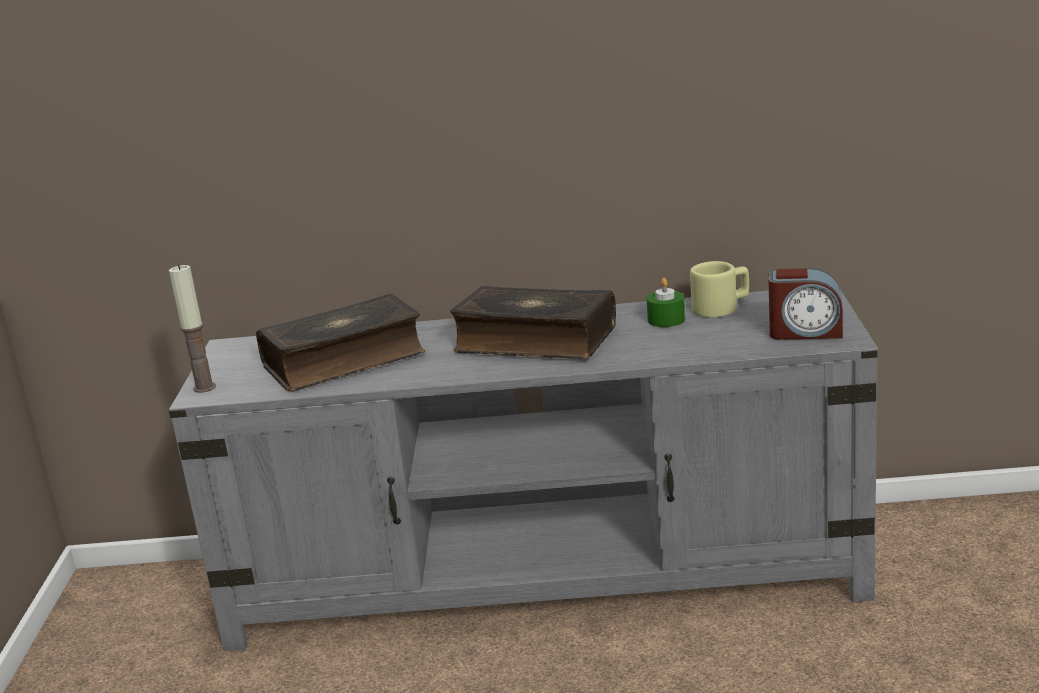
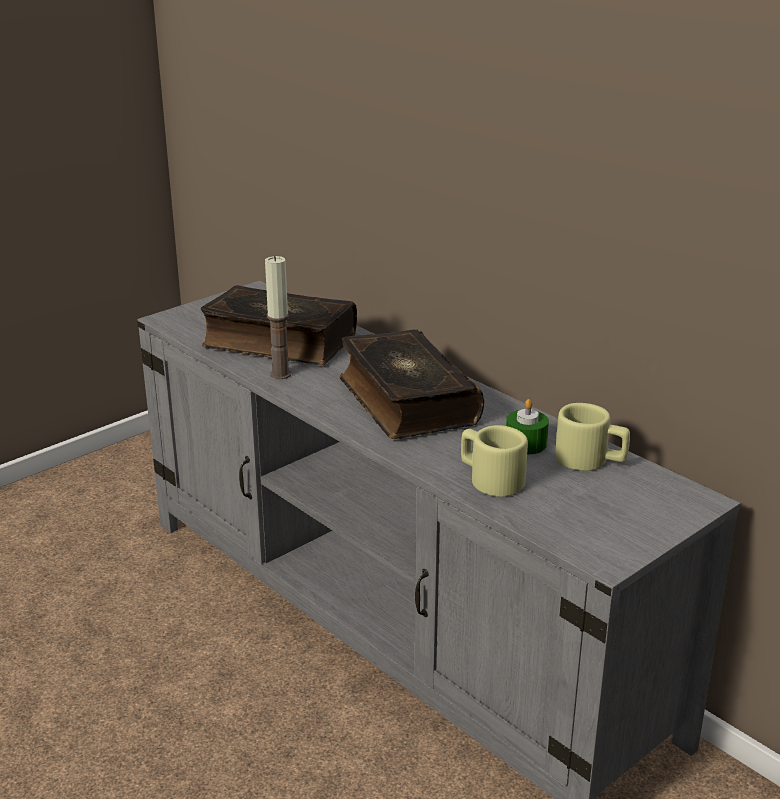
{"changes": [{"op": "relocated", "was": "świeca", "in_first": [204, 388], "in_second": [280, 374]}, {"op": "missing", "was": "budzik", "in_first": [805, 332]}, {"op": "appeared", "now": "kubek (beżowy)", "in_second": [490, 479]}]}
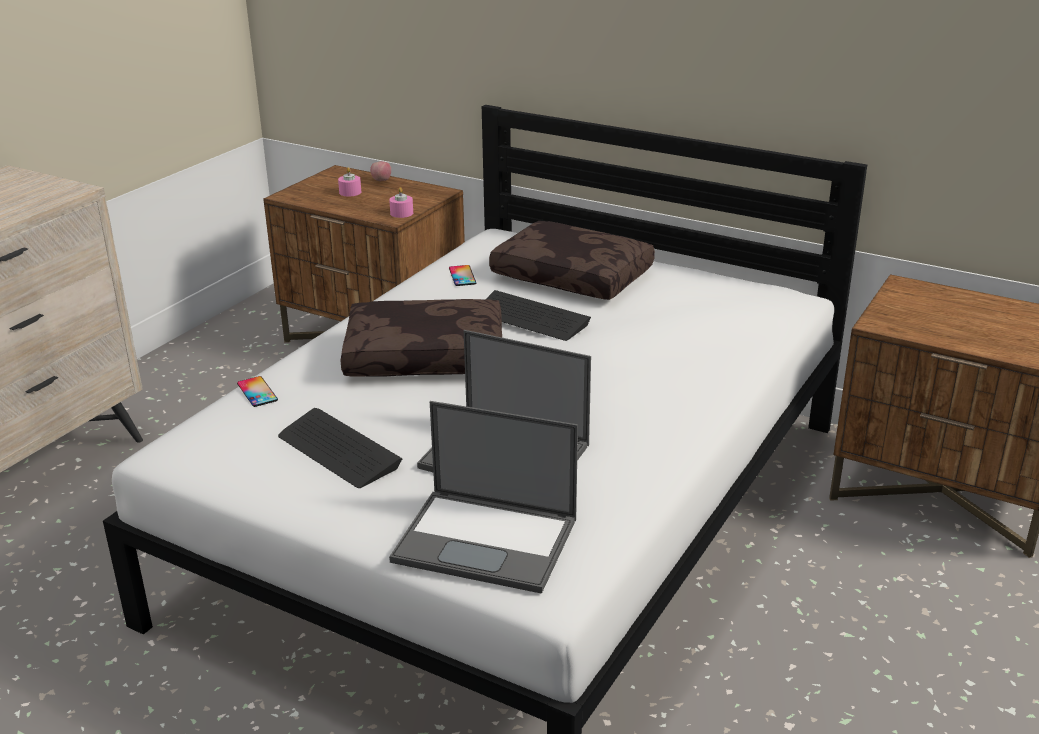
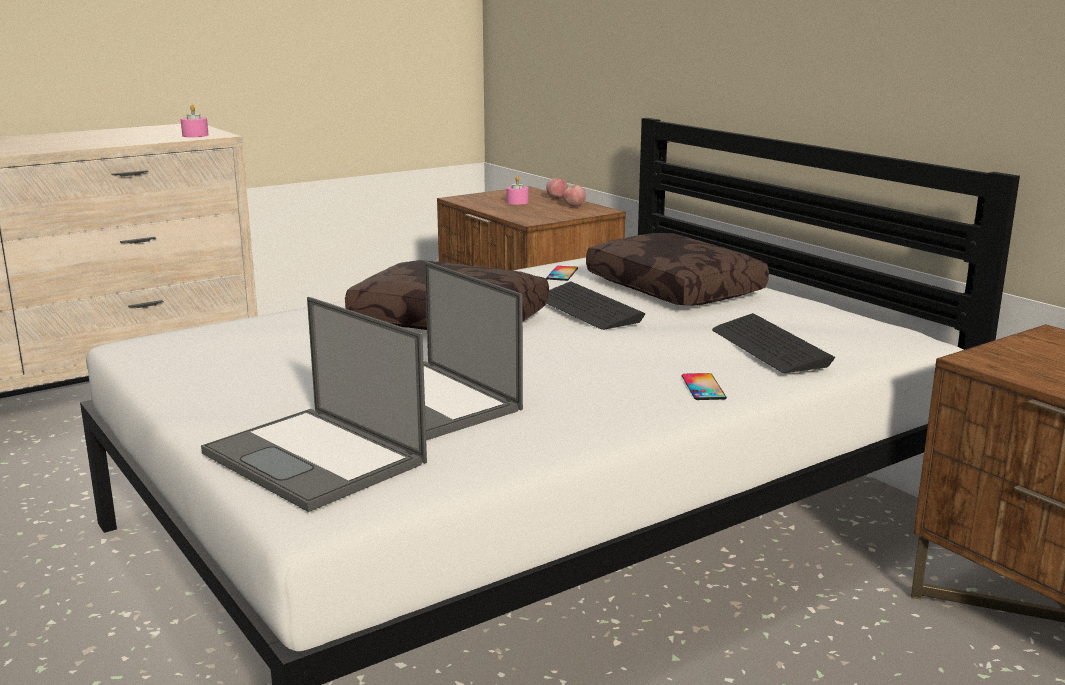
{"changes": [{"op": "relocated", "was": "świeca (różowy)", "in_first": [401, 213], "in_second": [195, 135]}, {"op": "relocated", "was": "telefon", "in_first": [257, 392], "in_second": [703, 387]}, {"op": "relocated", "was": "klawiatura", "in_first": [338, 450], "in_second": [769, 347]}, {"op": "appeared", "now": "jabłko", "in_second": [573, 206]}]}
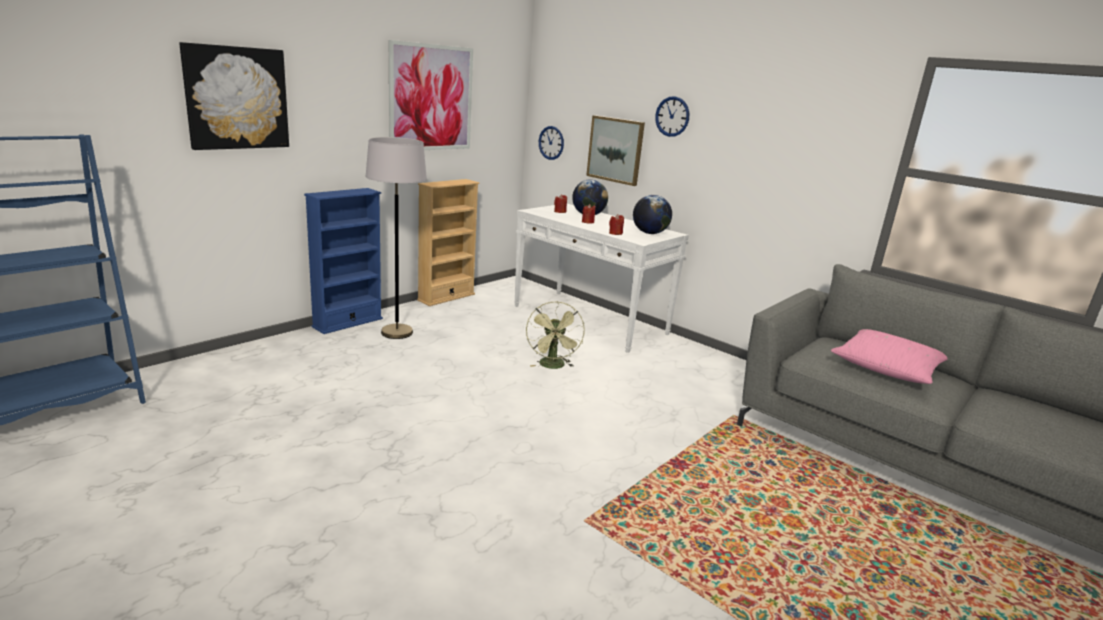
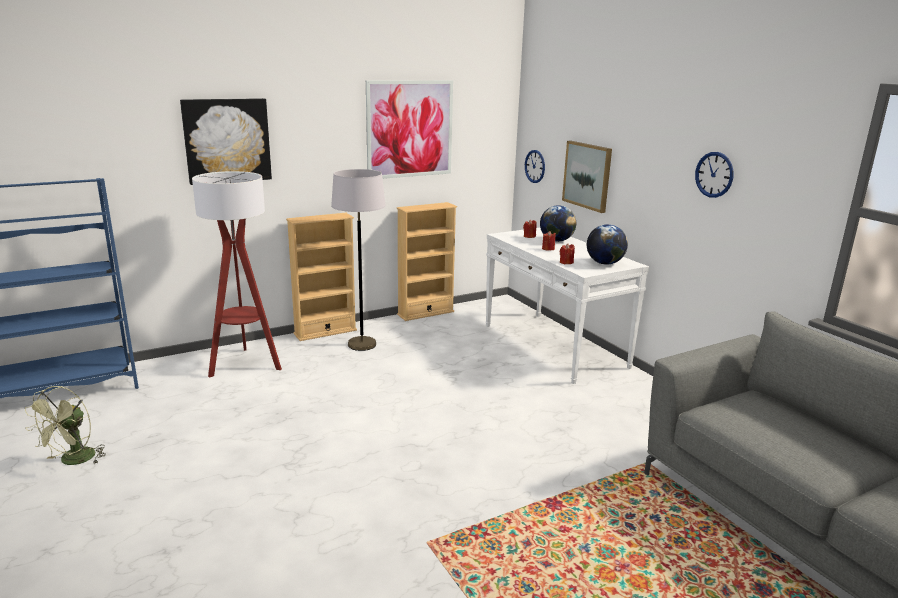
{"changes": [{"op": "relocated", "was": "zegar ścienny", "in_first": [672, 116], "in_second": [714, 174]}, {"op": "colour", "was": "regał (niebieski)", "now": "regał (beżowy)", "in_first": [347, 322], "in_second": [325, 332]}, {"op": "relocated", "was": "wentylator (zielony)", "in_first": [553, 366], "in_second": [73, 461]}, {"op": "missing", "was": "poduszka (różowy)", "in_first": [887, 368]}, {"op": "appeared", "now": "lampa stojąca", "in_second": [245, 364]}]}
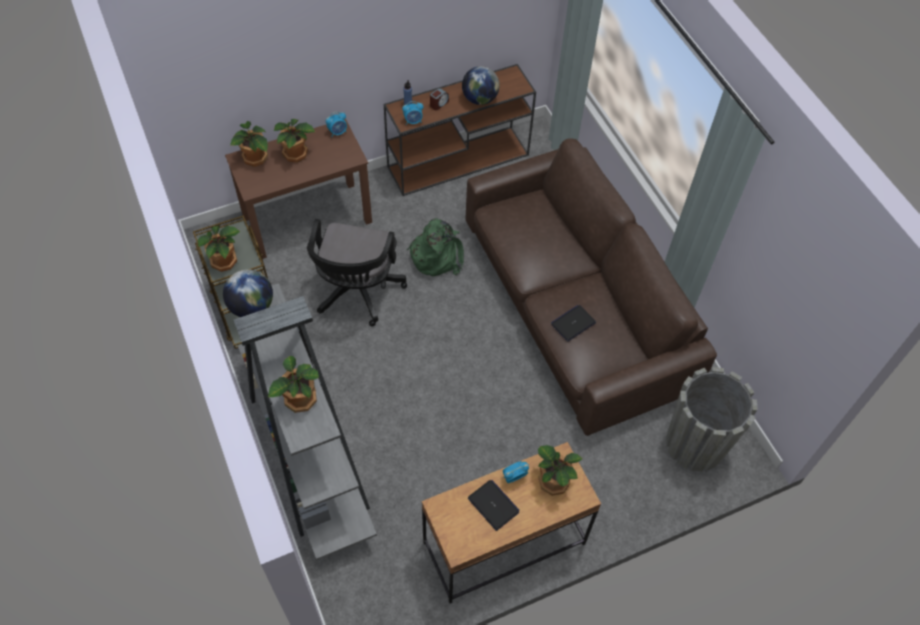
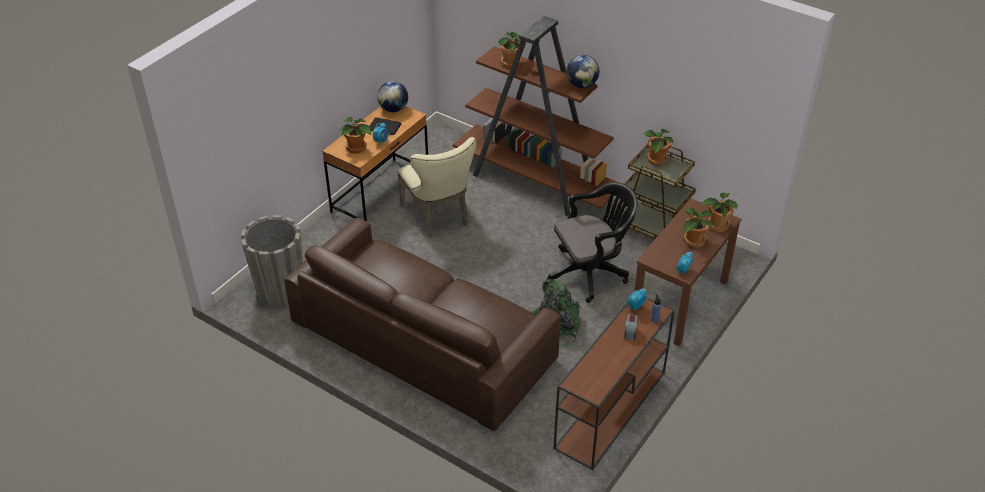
{"changes": [{"op": "relocated", "was": "globus", "in_first": [479, 99], "in_second": [393, 109]}, {"op": "spun", "was": "krzesło biurowe (czarny)", "in_first": [357, 293], "in_second": [591, 272], "clockwise": 90}, {"op": "colour", "was": "regał (szary)", "now": "regał (brązowy)", "in_first": [306, 449], "in_second": [535, 183]}, {"op": "missing", "was": "laptop", "in_first": [573, 323]}, {"op": "appeared", "now": "krzesło (beżowy)", "in_second": [438, 217]}]}
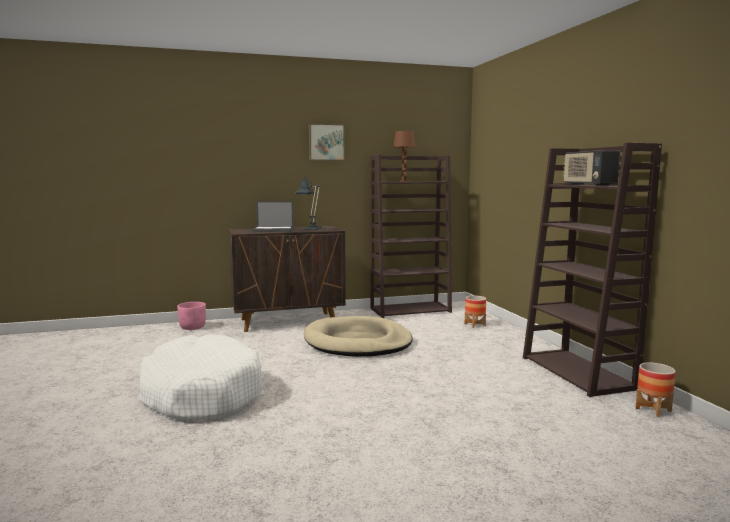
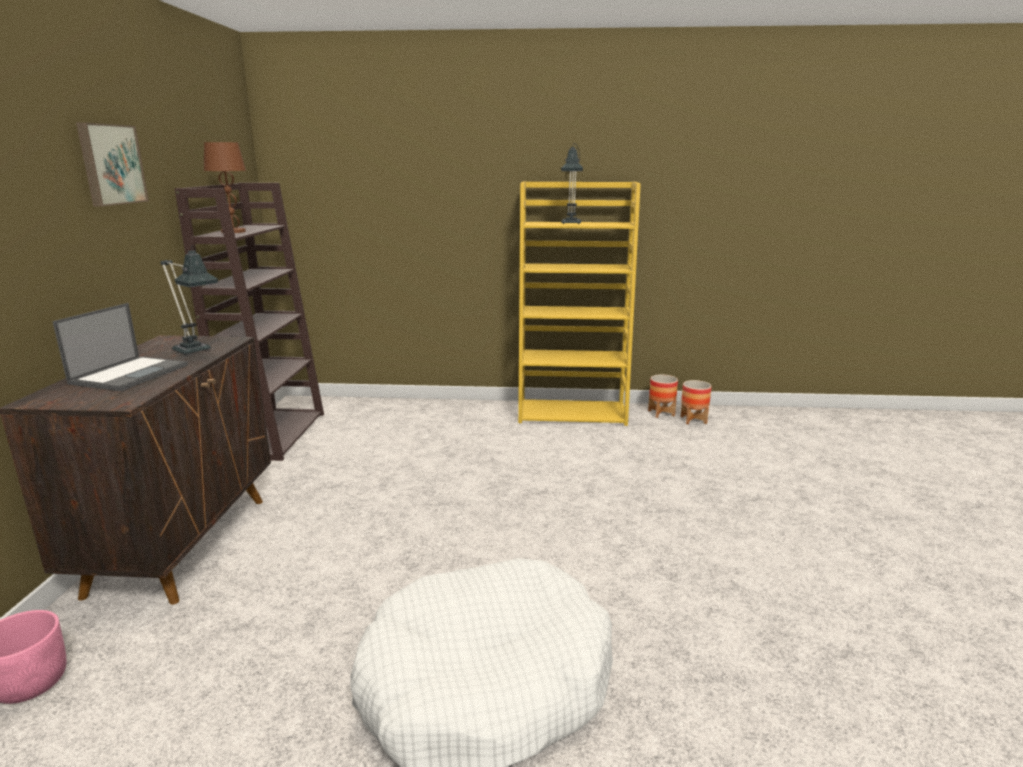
{"changes": [{"op": "colour", "was": "regał (brązowy)", "now": "regał (żółty)", "in_first": [578, 373], "in_second": [573, 413]}, {"op": "exchanged", "was": "radio", "now": "lampa stołowa", "in_first": [588, 185], "in_second": [571, 224]}, {"op": "relocated", "was": "donica", "in_first": [474, 325], "in_second": [693, 420]}, {"op": "missing", "was": "legowisko (beżowy)", "in_first": [357, 342]}]}
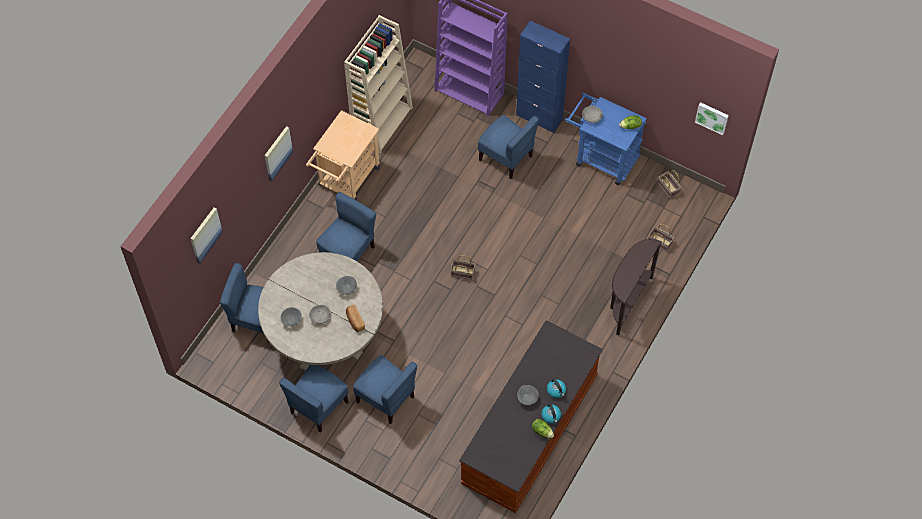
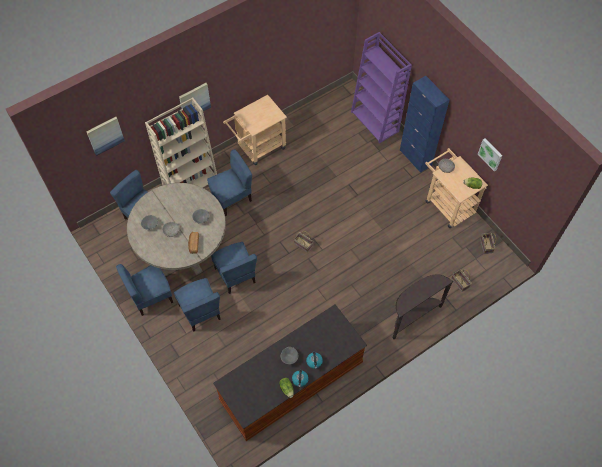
{"changes": [{"op": "relocated", "was": "regał (beżowy)", "in_first": [382, 123], "in_second": [190, 182]}, {"op": "colour", "was": "wózek (niebieski)", "now": "wózek (beżowy)", "in_first": [601, 157], "in_second": [447, 203]}, {"op": "relocated", "was": "obraz", "in_first": [712, 117], "in_second": [490, 154]}, {"op": "relocated", "was": "krzesło (niebieski)", "in_first": [506, 158], "in_second": [236, 275]}]}
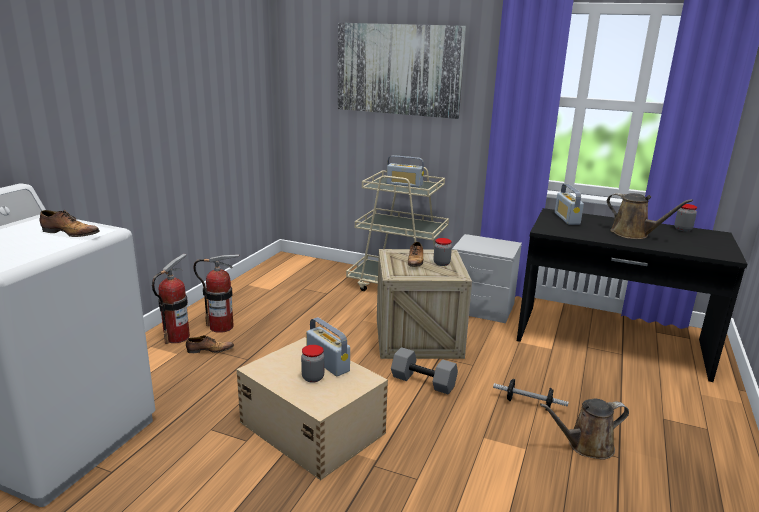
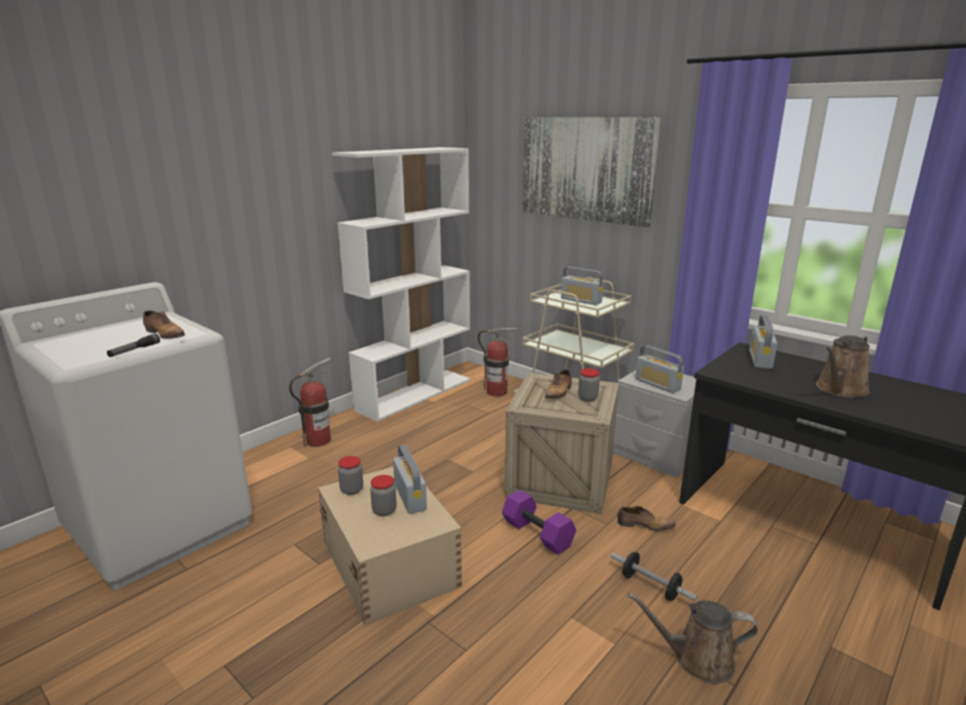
{"changes": [{"op": "spun", "was": "konewka (brązowy)", "in_first": [633, 234], "in_second": [840, 389], "clockwise": 75}, {"op": "relocated", "was": "słoik", "in_first": [682, 229], "in_second": [351, 490]}, {"op": "relocated", "was": "gaśnica", "in_first": [221, 327], "in_second": [497, 392]}, {"op": "relocated", "was": "but", "in_first": [209, 350], "in_second": [644, 525]}, {"op": "colour", "was": "hantel (szary)", "now": "hantel (fioletowy)", "in_first": [424, 381], "in_second": [538, 534]}, {"op": "appeared", "now": "regał (biały)", "in_second": [415, 394]}, {"op": "appeared", "now": "latarka", "in_second": [134, 350]}, {"op": "appeared", "now": "radio", "in_second": [657, 384]}]}
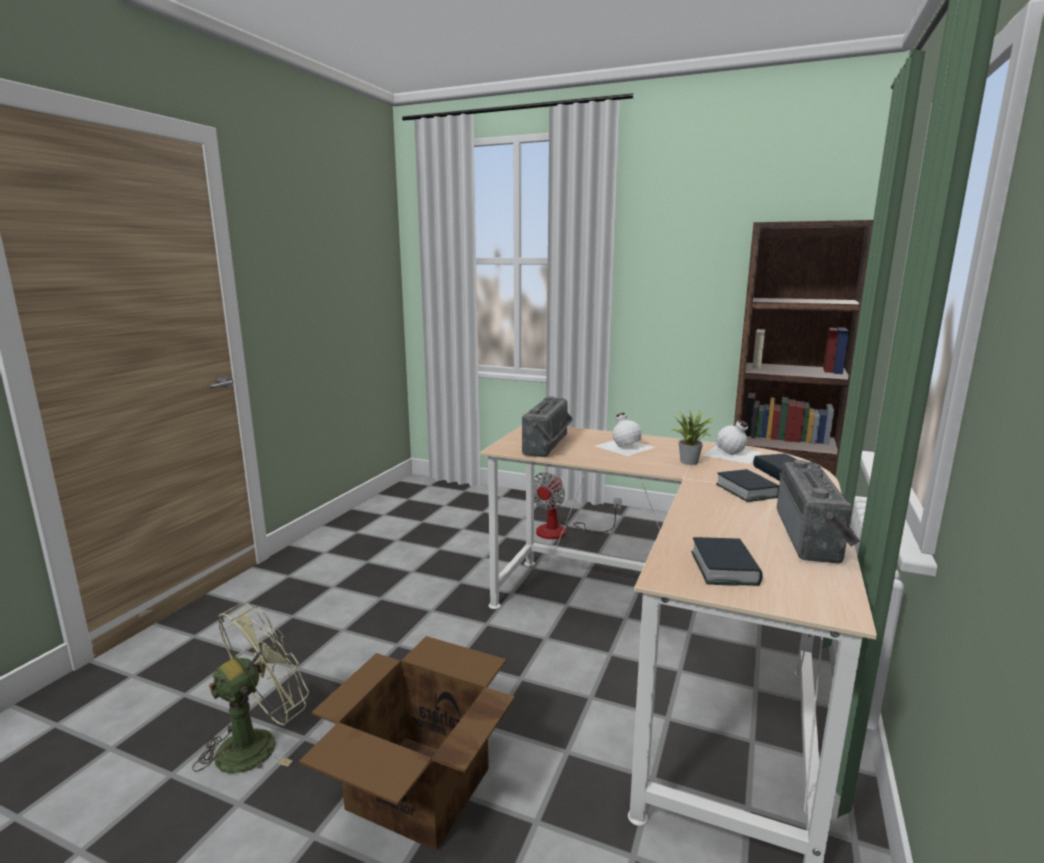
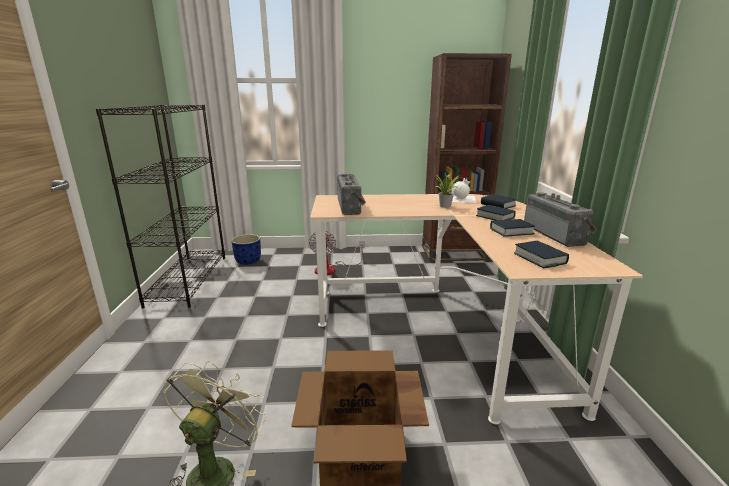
{"changes": [{"op": "missing", "was": "butelka (biały)", "in_first": [624, 446]}, {"op": "appeared", "now": "regał (czarny)", "in_second": [188, 280]}, {"op": "appeared", "now": "książka", "in_second": [511, 231]}, {"op": "appeared", "now": "donica (niebieski)", "in_second": [248, 261]}]}
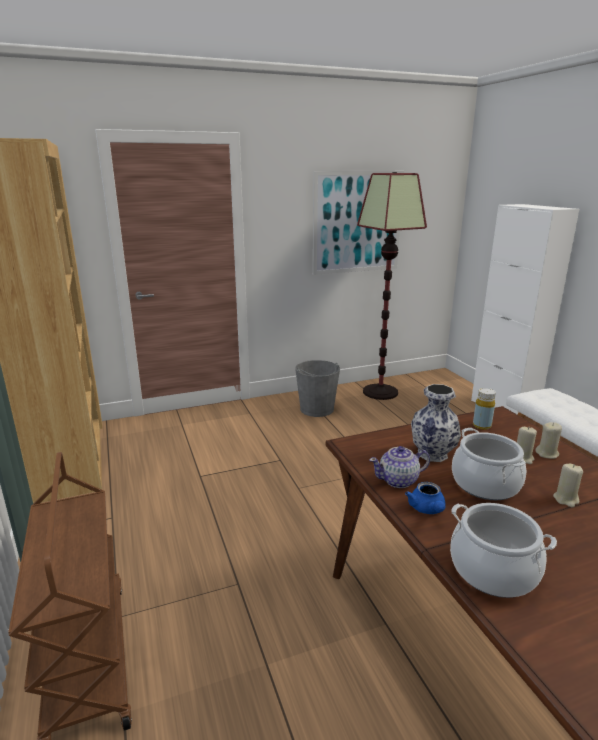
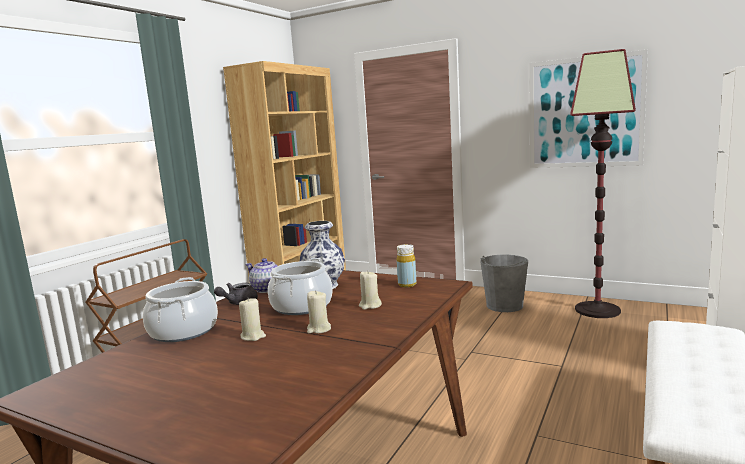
{"changes": [{"op": "relocated", "was": "świeca (beżowy)", "in_first": [547, 454], "in_second": [253, 336]}, {"op": "colour", "was": "imbryk (niebieski)", "now": "imbryk (szary)", "in_first": [427, 509], "in_second": [238, 303]}]}
